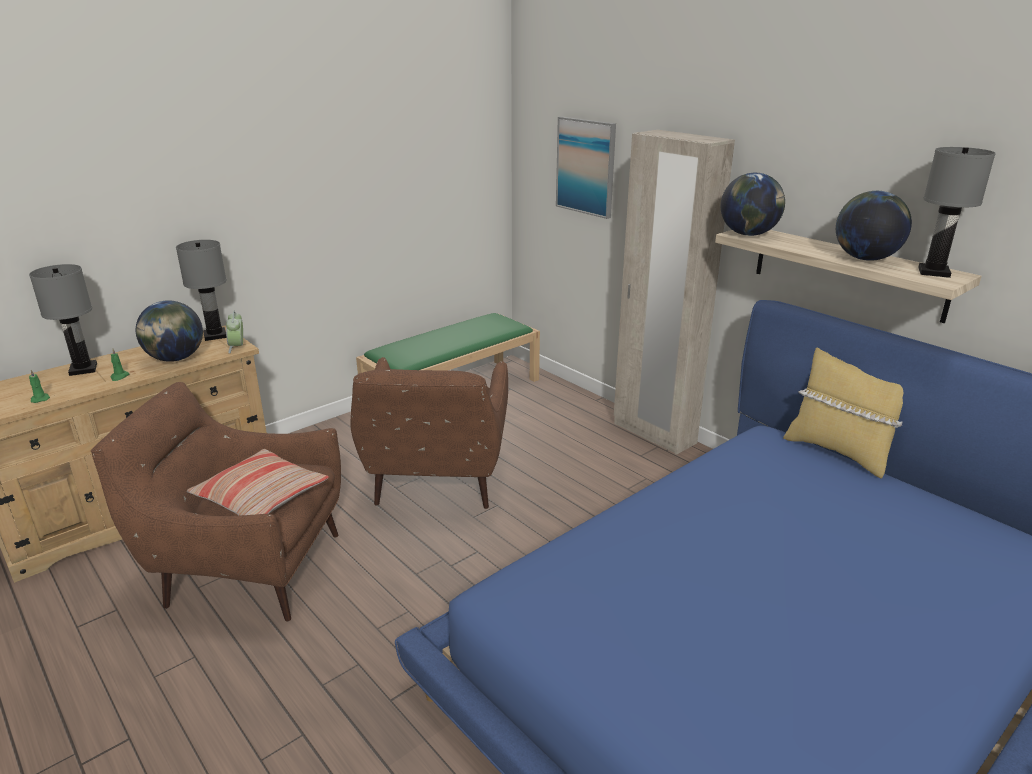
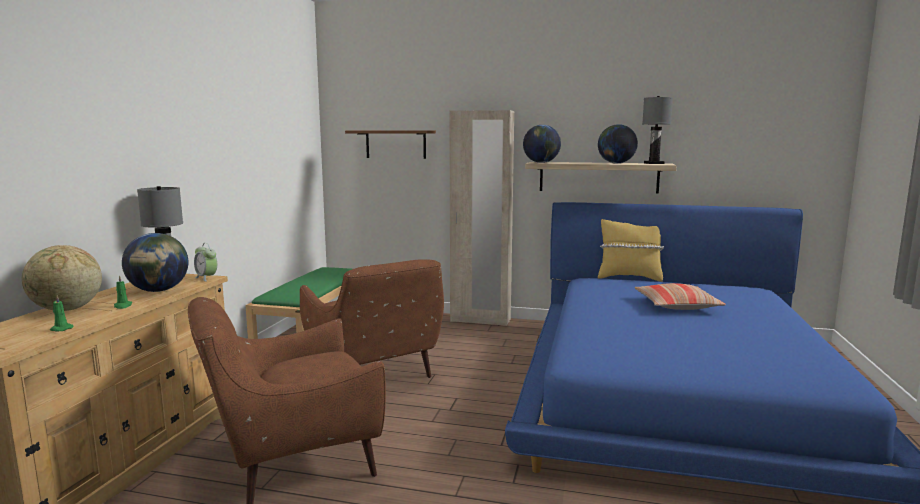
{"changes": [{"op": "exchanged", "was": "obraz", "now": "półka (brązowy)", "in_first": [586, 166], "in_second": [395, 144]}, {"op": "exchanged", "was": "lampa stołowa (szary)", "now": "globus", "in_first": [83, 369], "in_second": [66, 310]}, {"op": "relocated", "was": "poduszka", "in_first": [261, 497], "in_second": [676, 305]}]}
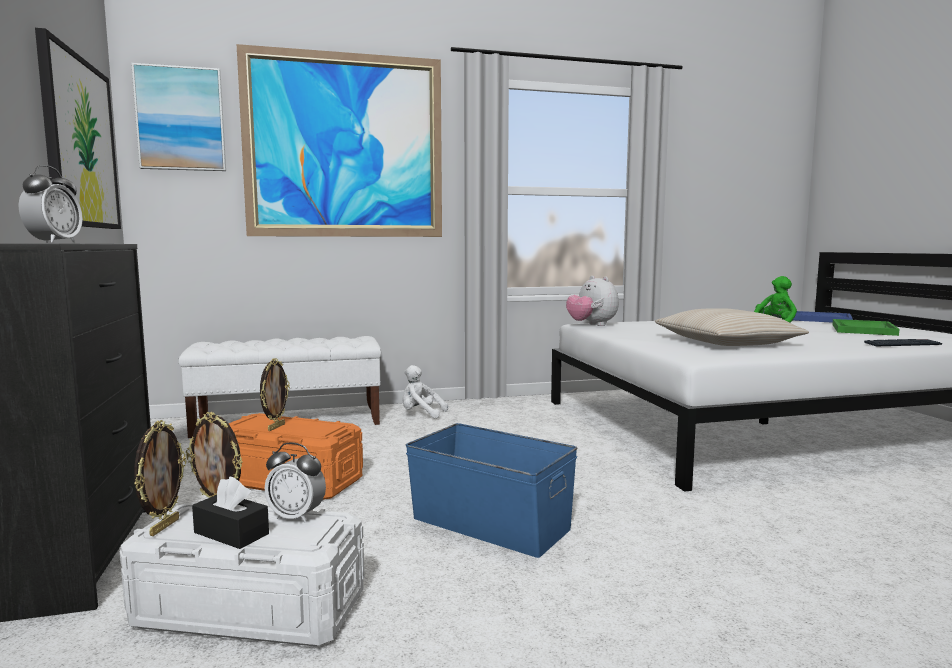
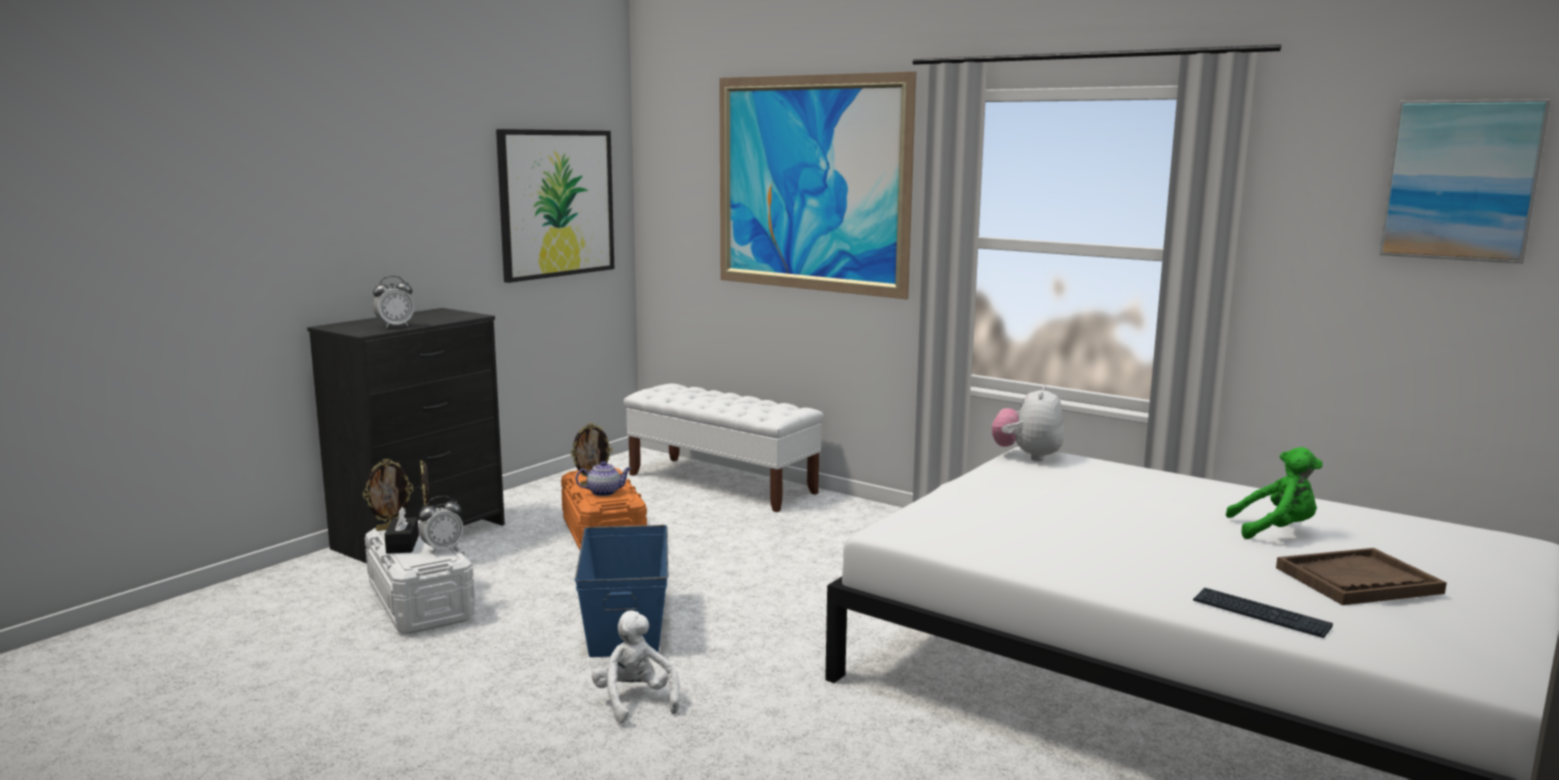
{"changes": [{"op": "relocated", "was": "obraz", "in_first": [181, 119], "in_second": [1461, 180]}, {"op": "missing", "was": "poduszka (beżowy)", "in_first": [726, 342]}, {"op": "missing", "was": "taca (niebieski)", "in_first": [818, 319]}, {"op": "colour", "was": "taca (zielony)", "now": "taca (brązowy)", "in_first": [863, 330], "in_second": [1357, 580]}, {"op": "relocated", "was": "pluszak (biały)", "in_first": [421, 414], "in_second": [635, 701]}, {"op": "spun", "was": "budzik", "in_first": [296, 517], "in_second": [442, 549], "clockwise": -105}, {"op": "appeared", "now": "imbryk", "in_second": [604, 492]}]}
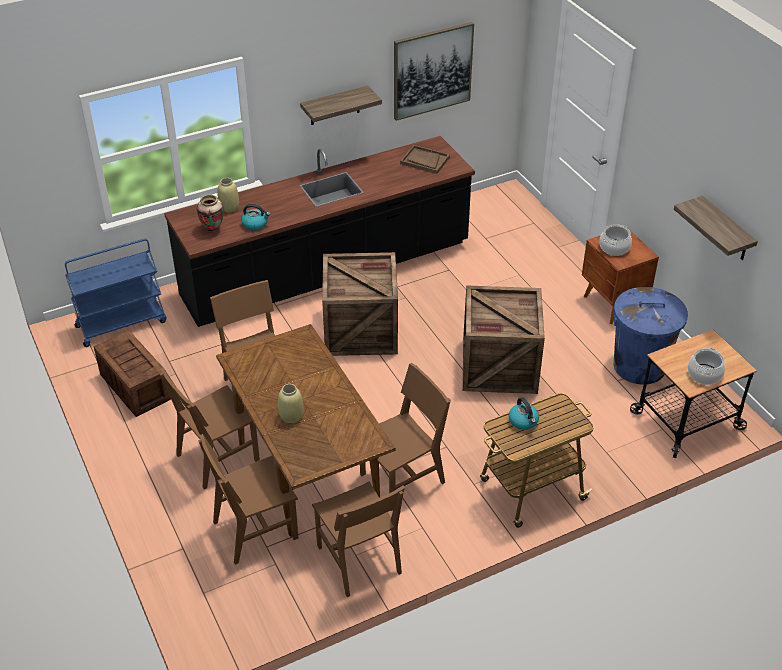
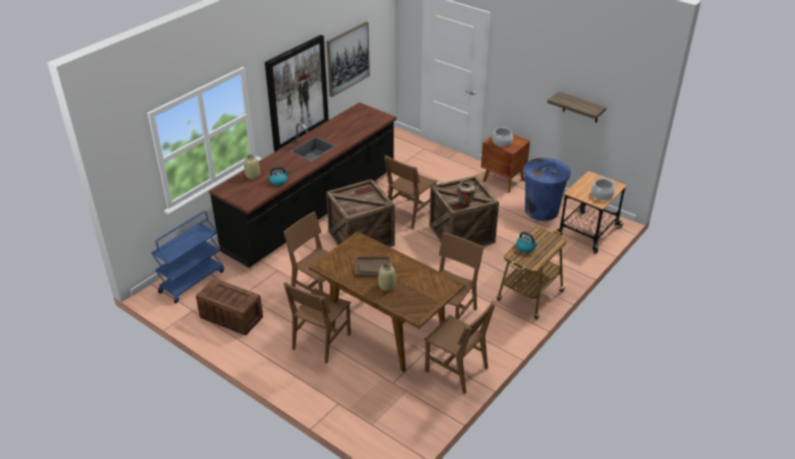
{"changes": [{"op": "exchanged", "was": "półka", "now": "obraz", "in_first": [334, 106], "in_second": [297, 93]}, {"op": "relocated", "was": "taca (brązowy)", "in_first": [424, 160], "in_second": [373, 268]}, {"op": "relocated", "was": "wazon", "in_first": [212, 229], "in_second": [464, 204]}, {"op": "relocated", "was": "krzesło (brązowy)", "in_first": [255, 530], "in_second": [410, 213]}]}
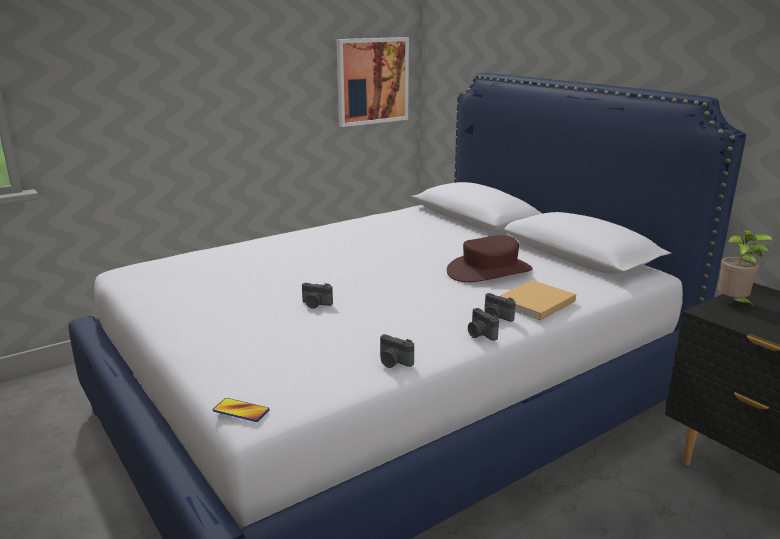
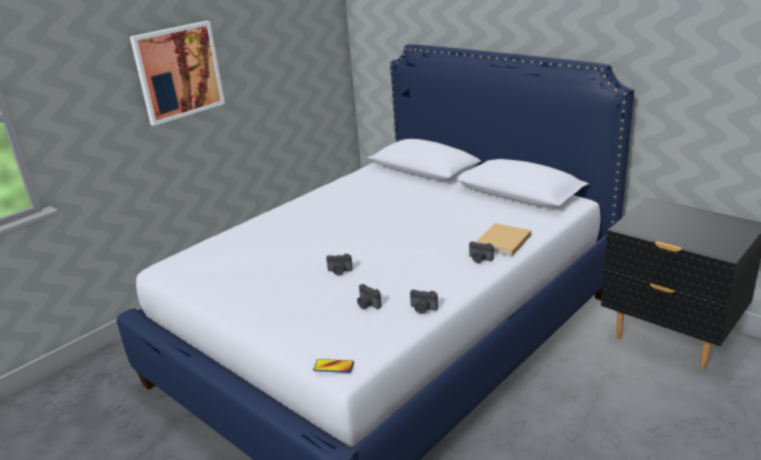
{"changes": [{"op": "relocated", "was": "obraz", "in_first": [372, 81], "in_second": [178, 72]}, {"op": "missing", "was": "roślina doniczkowa", "in_first": [733, 304]}, {"op": "missing", "was": "kapelusz (brązowy)", "in_first": [489, 271]}, {"op": "relocated", "was": "aparat fotograficzny", "in_first": [480, 334], "in_second": [367, 305]}]}
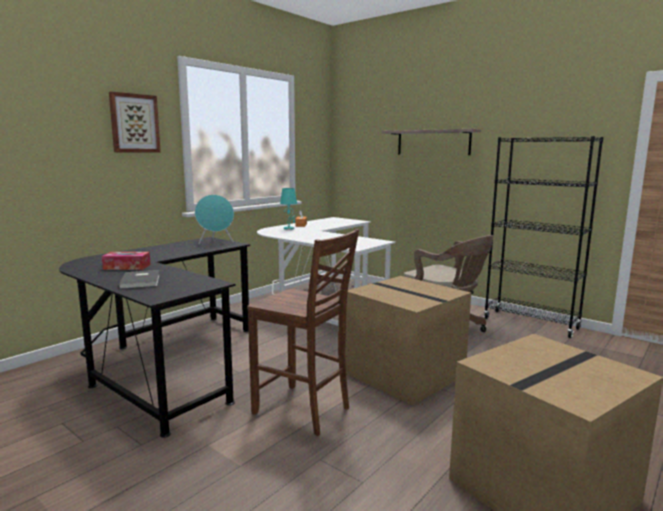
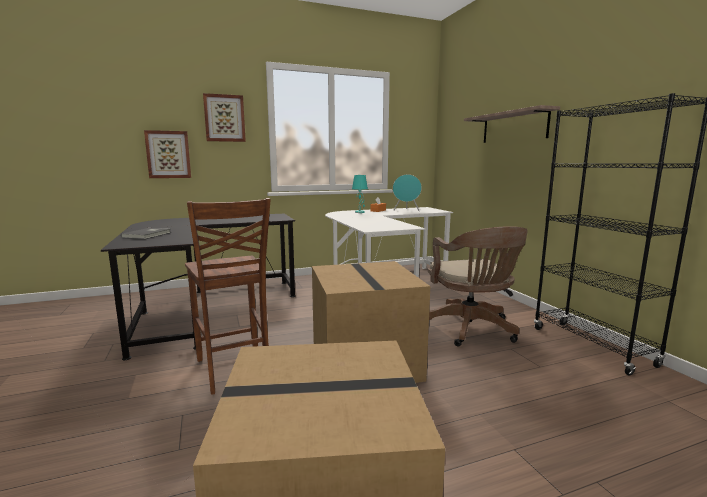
{"changes": [{"op": "relocated", "was": "głośnik (turkusowy)", "in_first": [215, 242], "in_second": [406, 210]}, {"op": "missing", "was": "pudełko chusteczek", "in_first": [127, 267]}, {"op": "appeared", "now": "obraz", "in_second": [168, 154]}]}
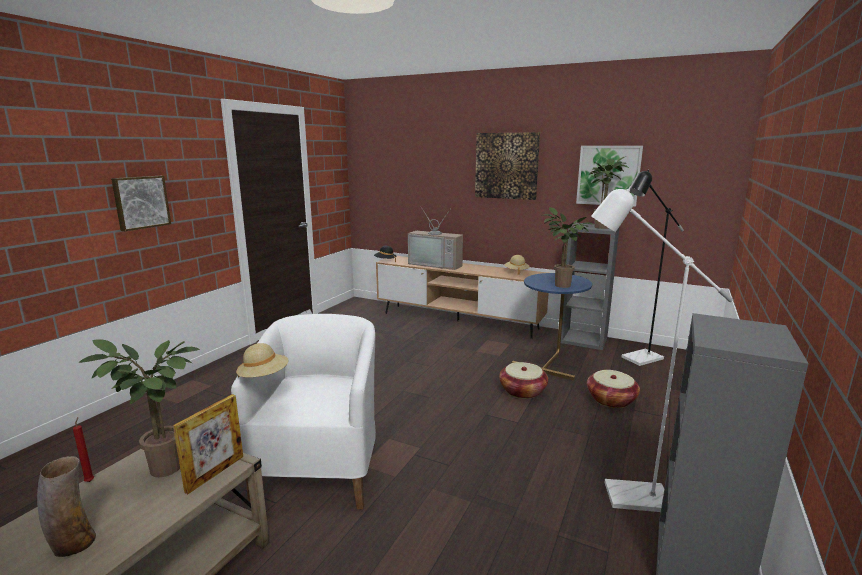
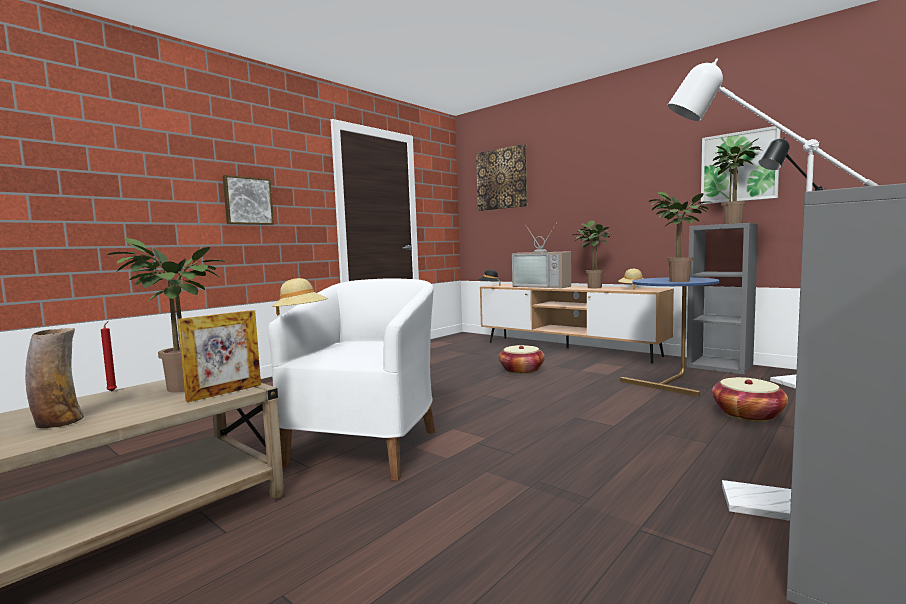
{"changes": [{"op": "relocated", "was": "obraz", "in_first": [506, 166], "in_second": [501, 179]}, {"op": "relocated", "was": "koszyk", "in_first": [522, 391], "in_second": [521, 370]}, {"op": "appeared", "now": "roślina doniczkowa", "in_second": [592, 287]}]}
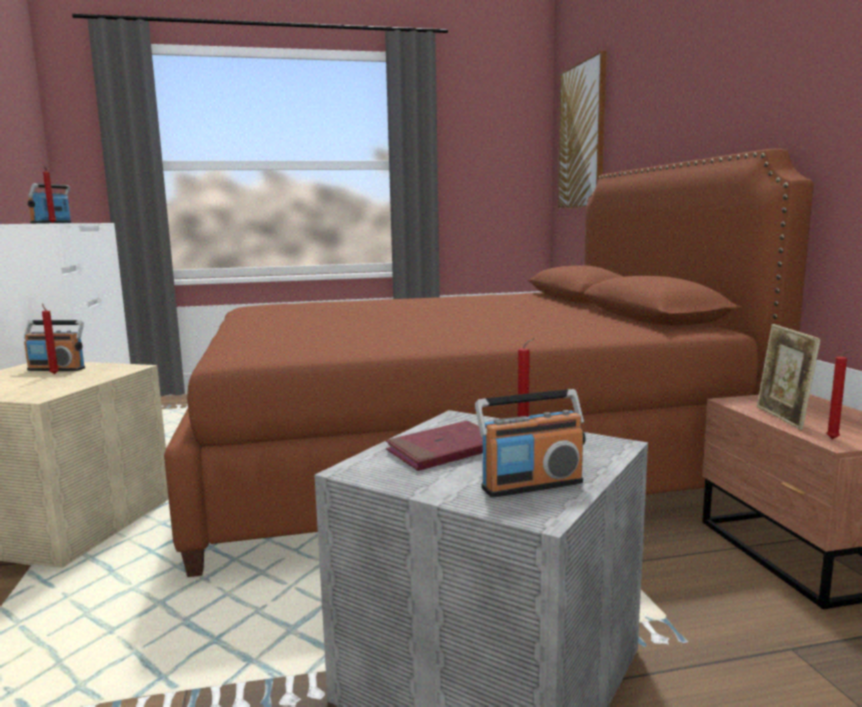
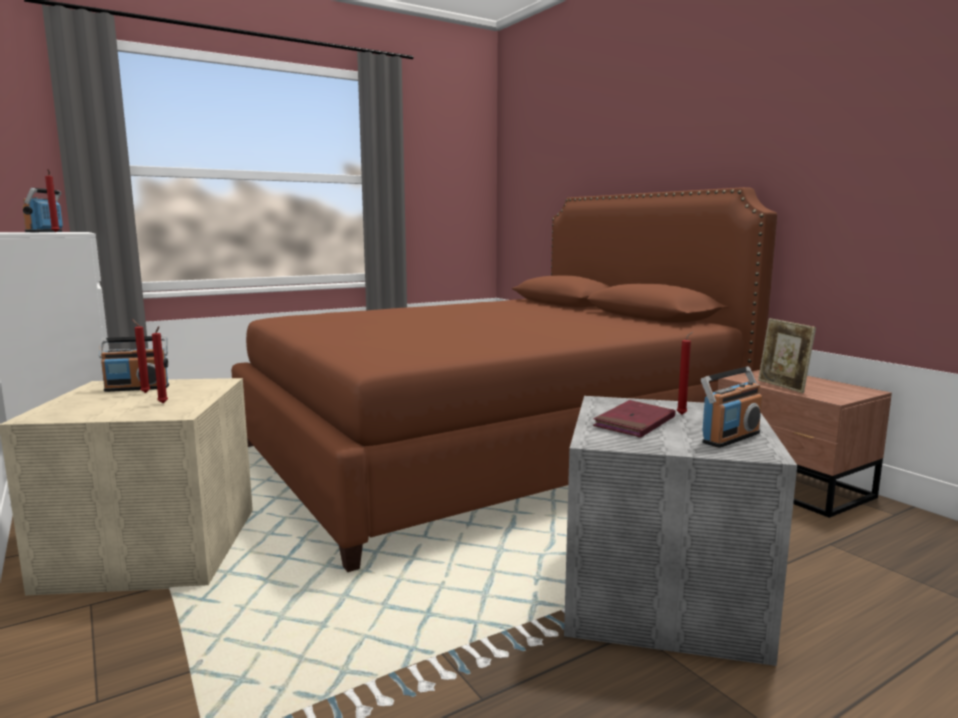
{"changes": [{"op": "missing", "was": "obraz", "in_first": [582, 136]}, {"op": "relocated", "was": "świeca (czerwony)", "in_first": [834, 439], "in_second": [163, 403]}]}
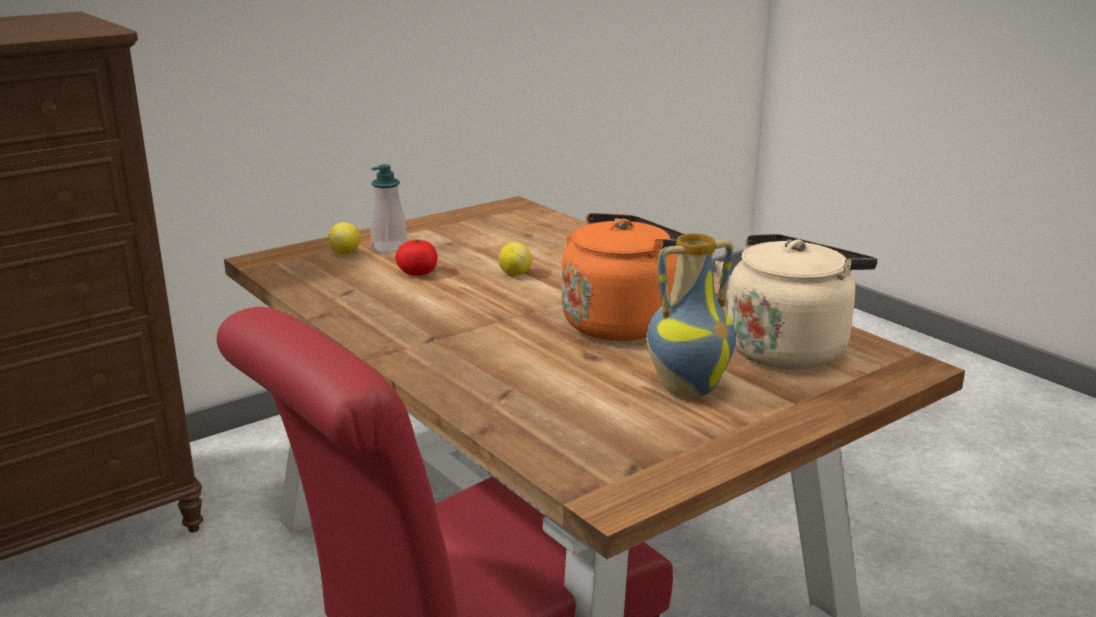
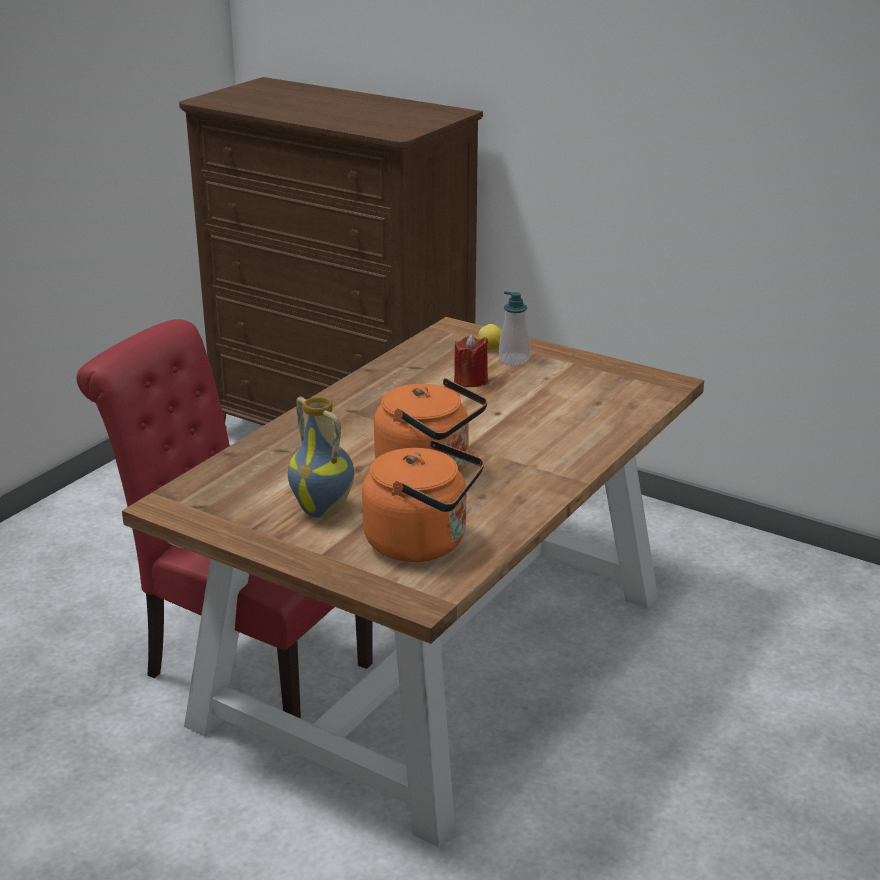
{"changes": [{"op": "colour", "was": "czajnik (beżowy)", "now": "czajnik (pomarańczowy)", "in_first": [788, 348], "in_second": [423, 543]}, {"op": "exchanged", "was": "pomidor", "now": "świeca (czerwony)", "in_first": [417, 273], "in_second": [470, 381]}, {"op": "missing", "was": "cytryna", "in_first": [515, 274]}]}
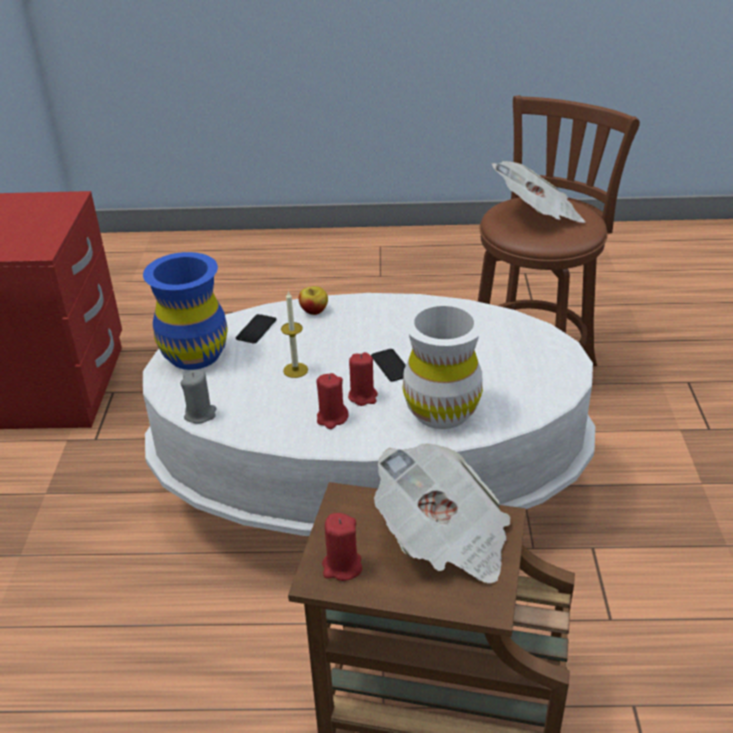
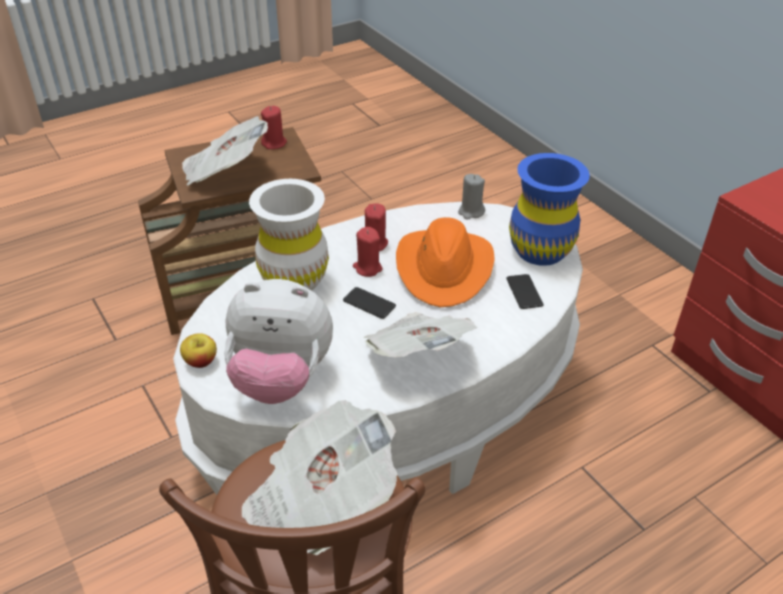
{"changes": [{"op": "relocated", "was": "jabłko", "in_first": [314, 310], "in_second": [201, 361]}, {"op": "exchanged", "was": "świeca", "now": "kapelusz (pomarańczowy)", "in_first": [295, 370], "in_second": [444, 269]}, {"op": "appeared", "now": "pluszak", "in_second": [280, 379]}, {"op": "appeared", "now": "gazeta", "in_second": [417, 353]}]}
